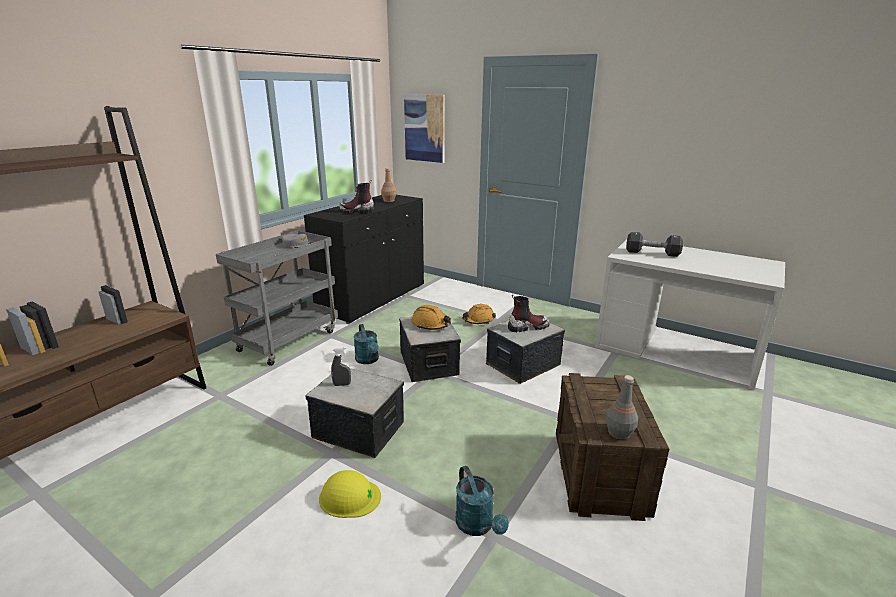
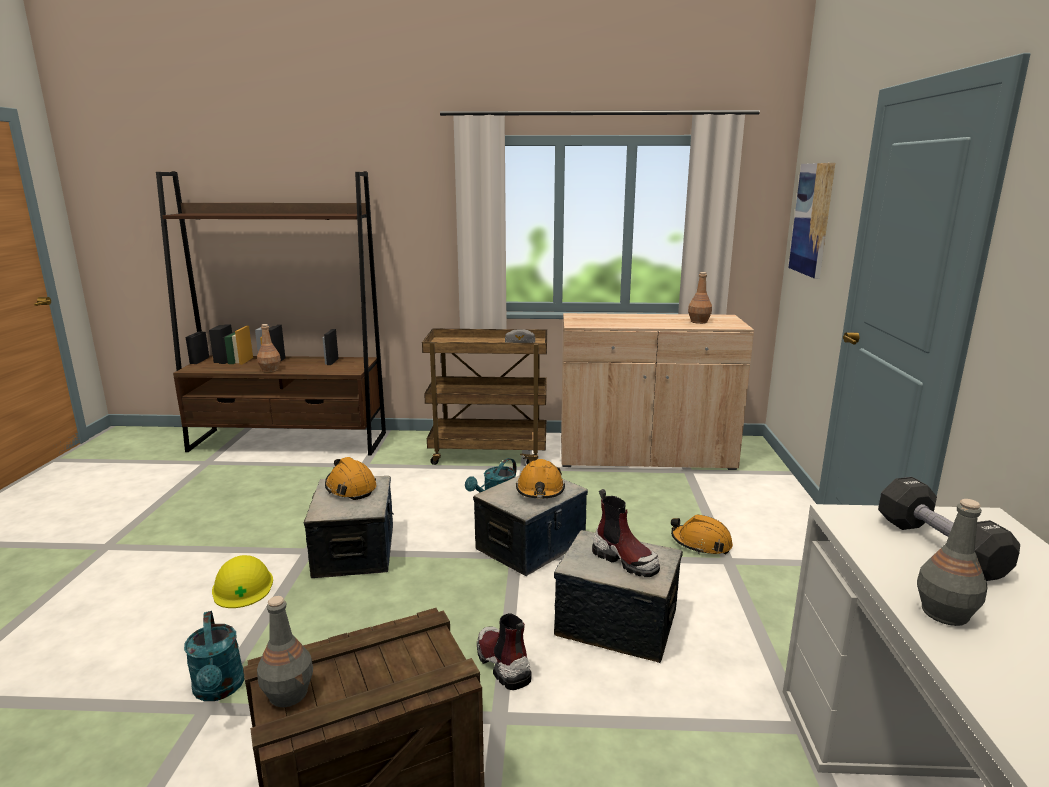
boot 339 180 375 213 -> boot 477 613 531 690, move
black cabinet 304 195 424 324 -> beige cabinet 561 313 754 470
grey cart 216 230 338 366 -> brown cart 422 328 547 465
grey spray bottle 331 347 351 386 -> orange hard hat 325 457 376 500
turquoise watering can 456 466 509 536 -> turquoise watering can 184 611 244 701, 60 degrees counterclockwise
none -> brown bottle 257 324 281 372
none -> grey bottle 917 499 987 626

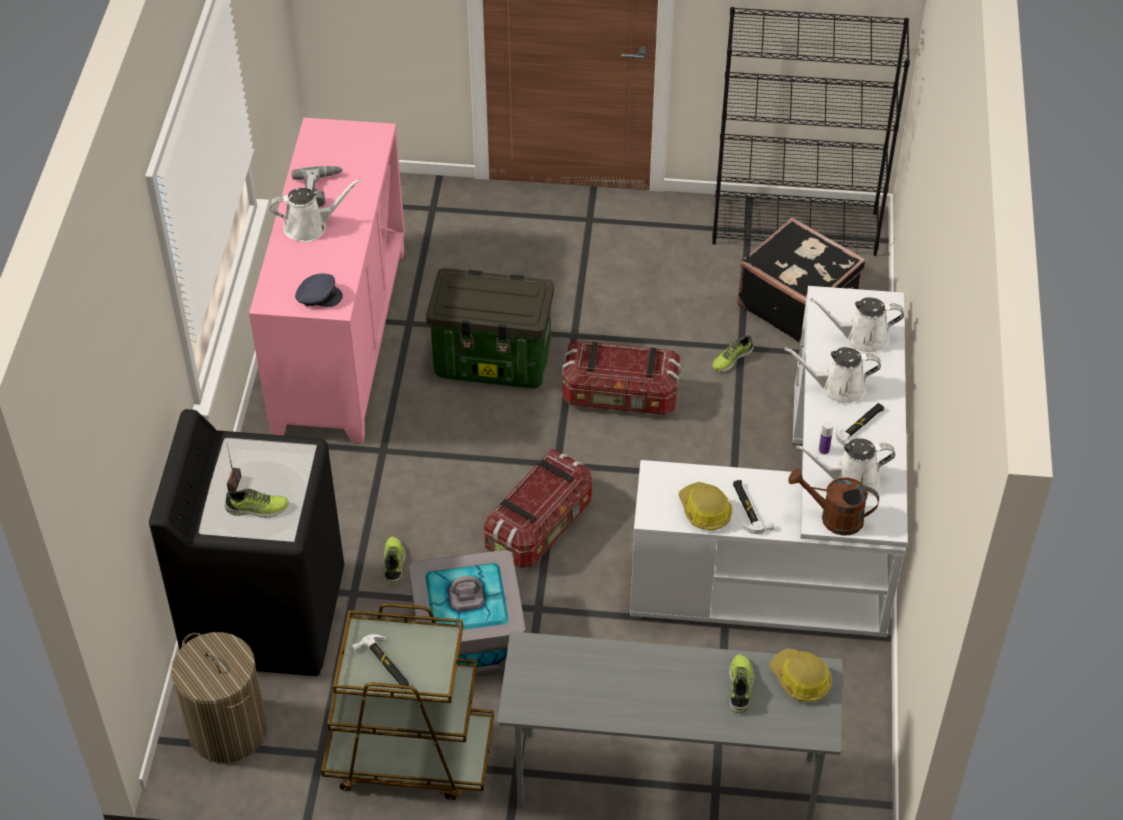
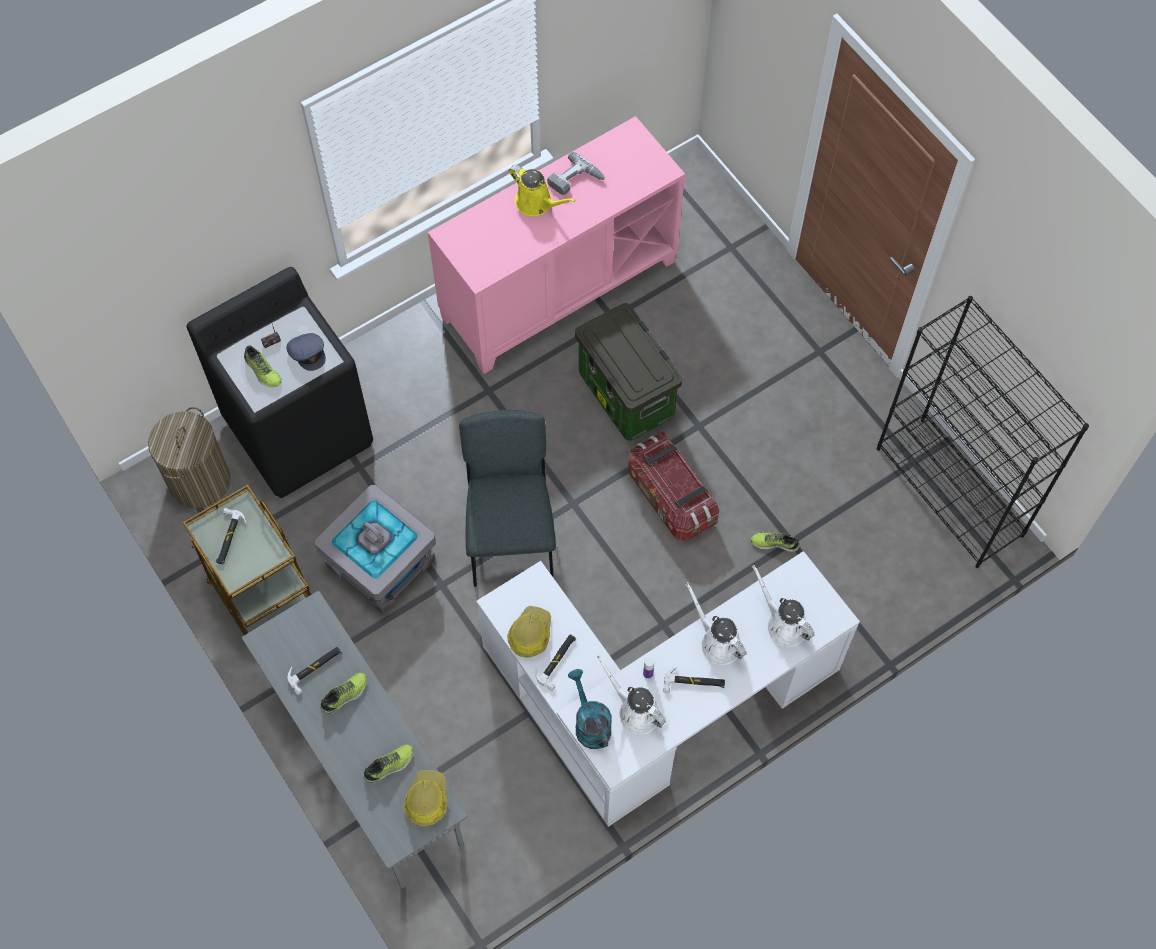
white watering can 269 179 361 242 -> yellow watering can 509 165 576 216
black suitcase 737 217 866 343 -> none
grey cap 295 274 343 307 -> grey cap 286 333 326 371, move
storage box 484 450 592 568 -> grey chair 459 410 556 587
brown watering can 788 468 879 536 -> turquoise watering can 568 669 612 749
shoe 384 537 406 585 -> shoe 320 673 367 715, move
none -> hammer 288 647 342 695

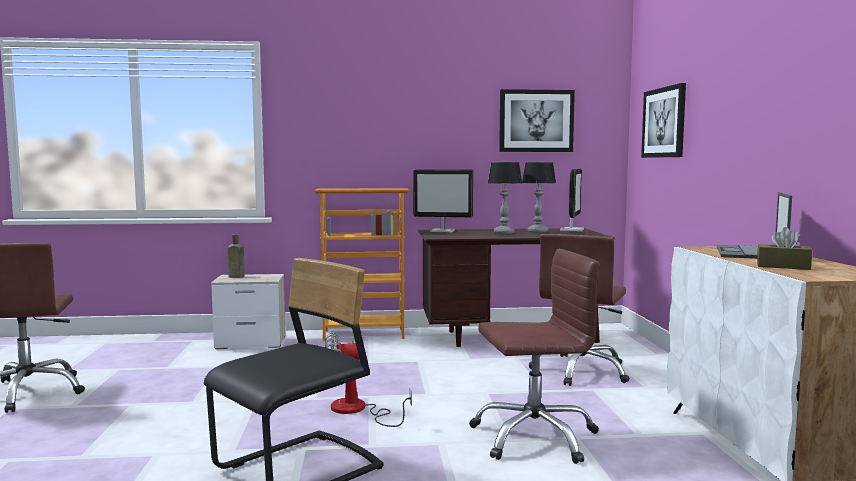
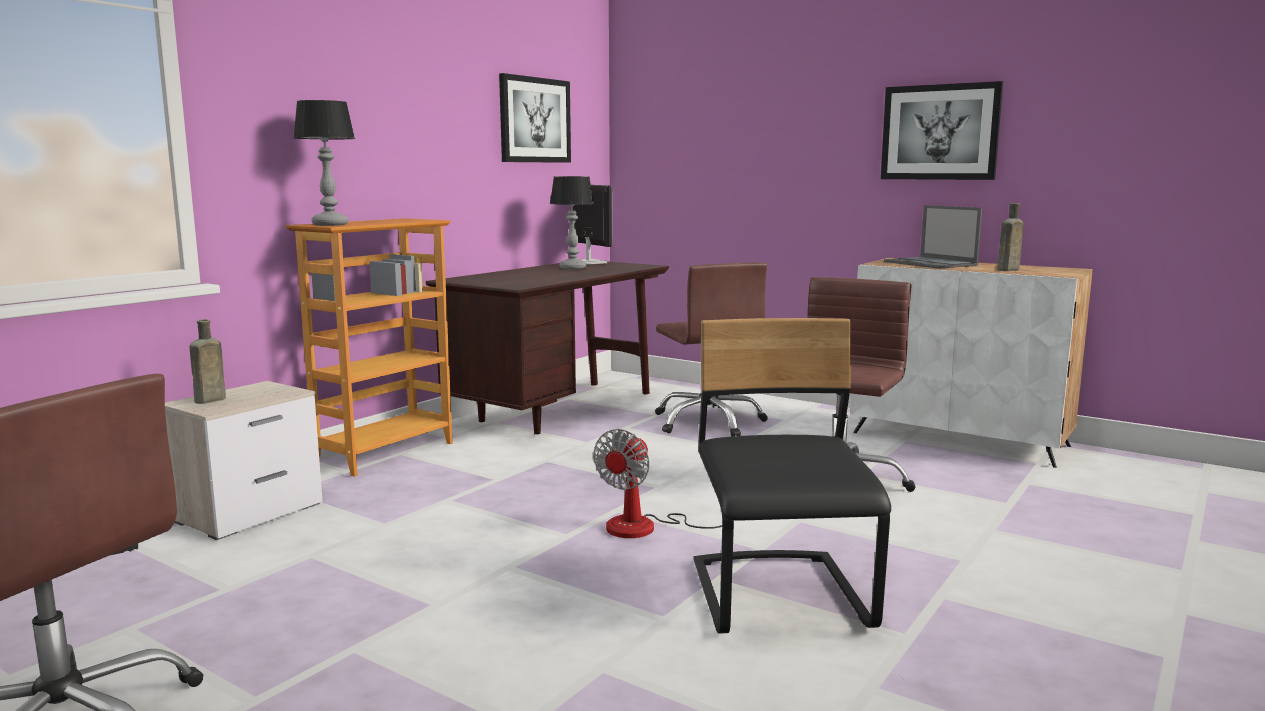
picture 641 83 686 158 -> picture 881 81 1003 180, move
table lamp 488 162 522 234 -> table lamp 293 100 355 226, move
monitor 413 169 474 233 -> none
brown tissue box 757 227 812 270 -> brown bottle 997 203 1024 271

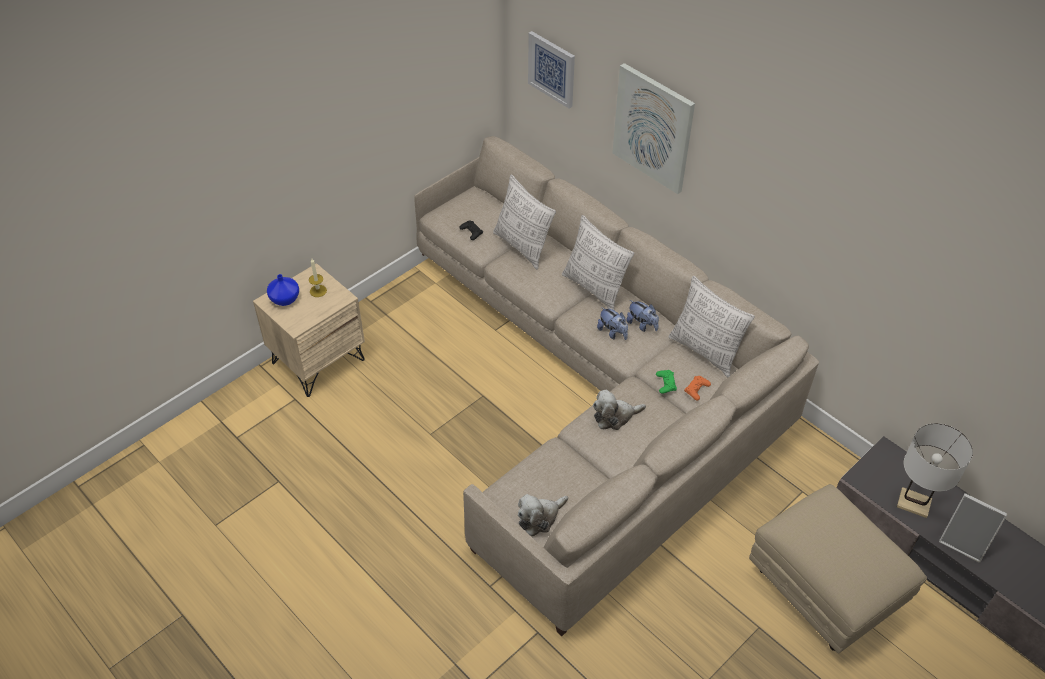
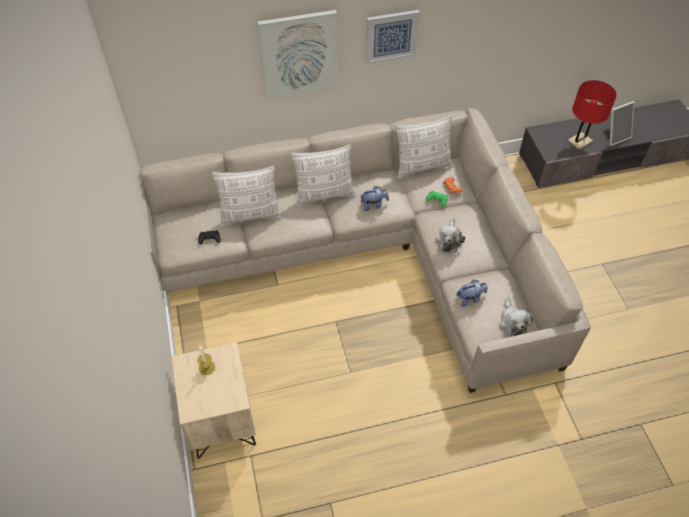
picture 528 31 575 109 -> picture 366 10 420 64, move
blue vase 267 274 299 306 -> none
plush toy 626 300 659 332 -> plush toy 456 280 487 307, move
white table lamp 897 423 973 518 -> red table lamp 568 80 616 150
beige ottoman 749 484 927 654 -> none

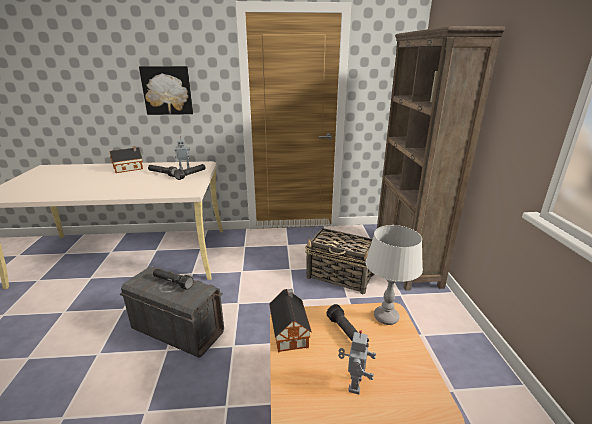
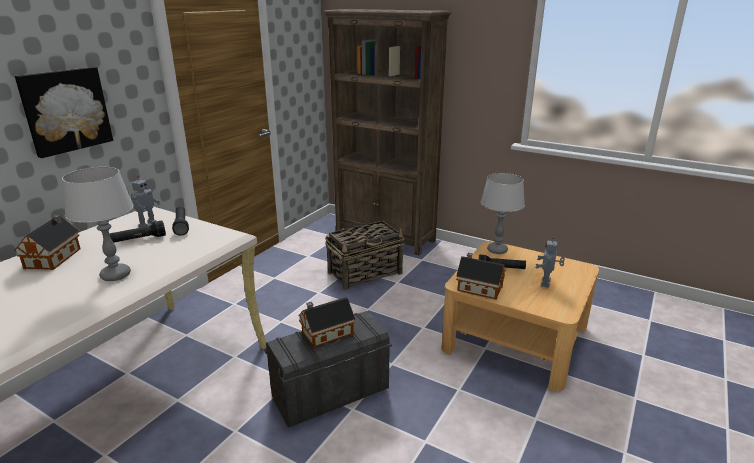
black flashlight 153 269 194 290 -> toy house 298 297 355 348
toy robot 338 330 376 395 -> toy robot 535 237 565 288, 120 degrees counterclockwise
none -> grey table lamp 62 167 133 281

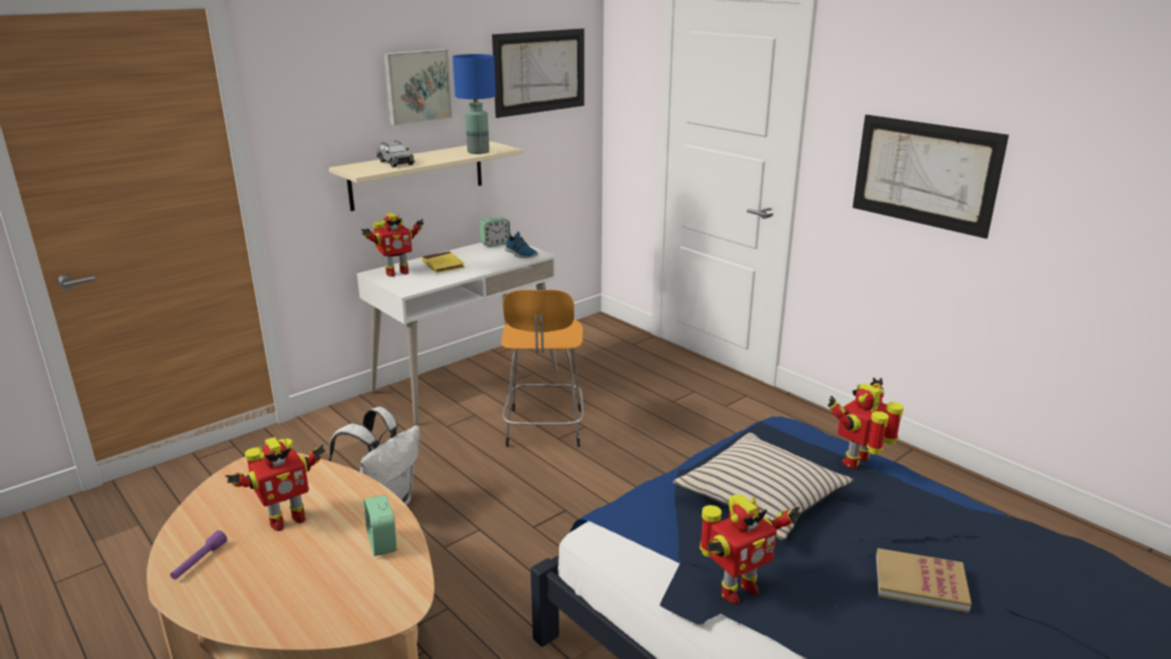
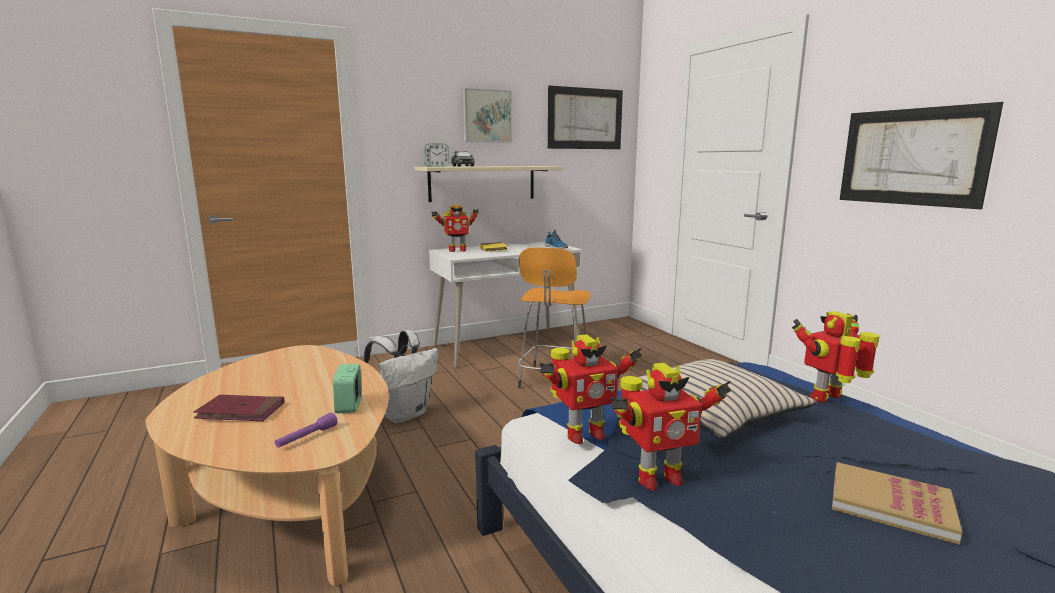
blue table lamp 453 54 496 154 -> none
alarm clock 480 217 510 247 -> alarm clock 424 143 449 167, move
toy robot 225 437 326 531 -> toy robot 539 335 642 444, move
purple flashlight 170 530 227 580 -> purple flashlight 275 412 337 448, move
none -> red book 193 395 284 421

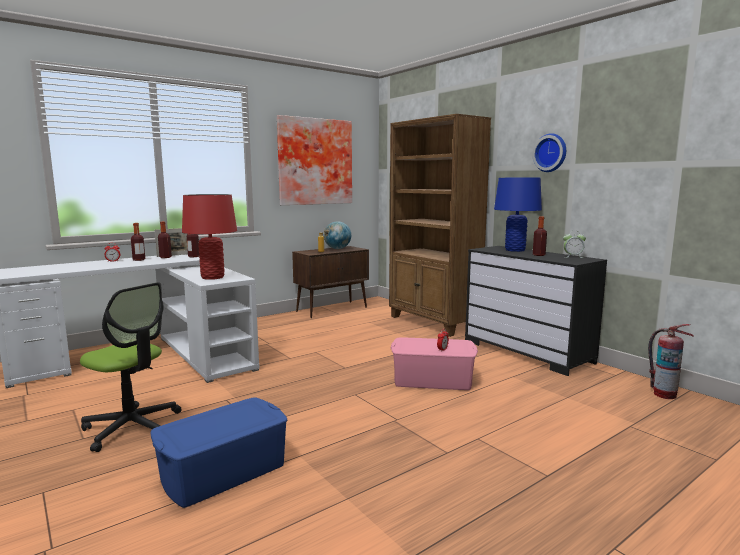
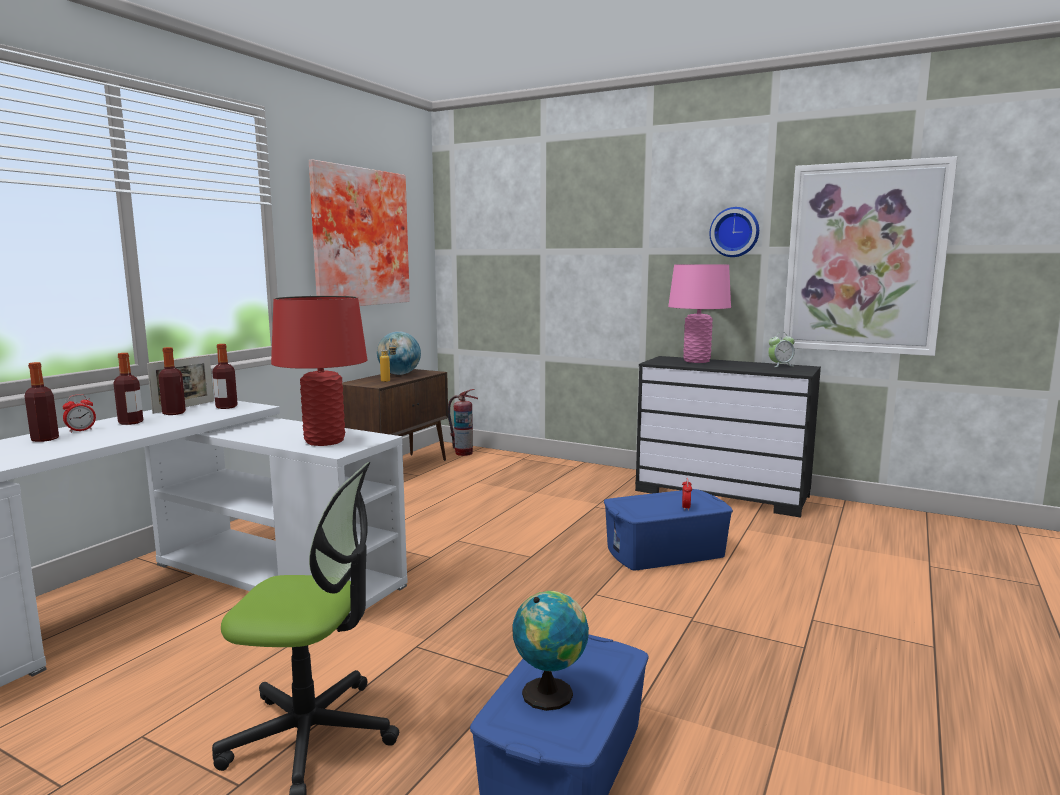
brown bookcase 389 114 491 337 -> none
blue table lamp 494 178 542 252 -> pink table lamp 668 264 731 363
bottle 533 216 547 256 -> bottle 25 362 59 442, move
fire extinguisher 648 324 694 399 -> fire extinguisher 448 389 478 456, move
pink storage box 391 337 478 390 -> blue storage box 604 489 733 570
none -> picture 783 156 958 356
none -> globe 513 591 589 711

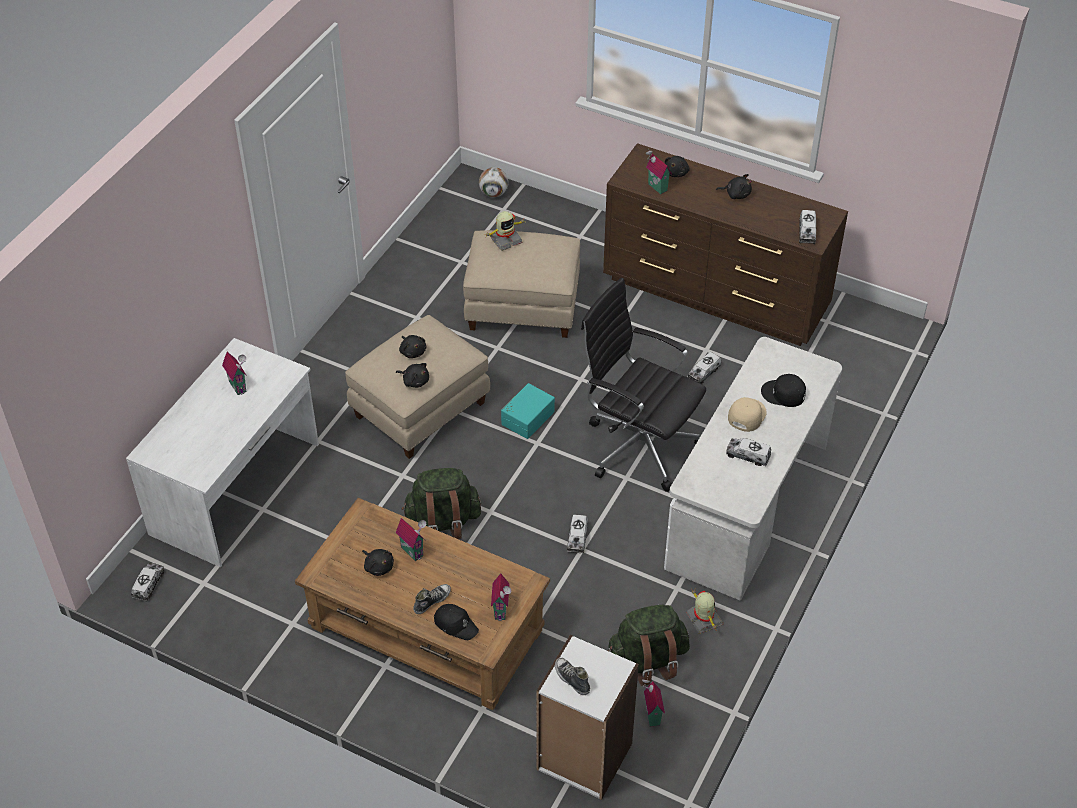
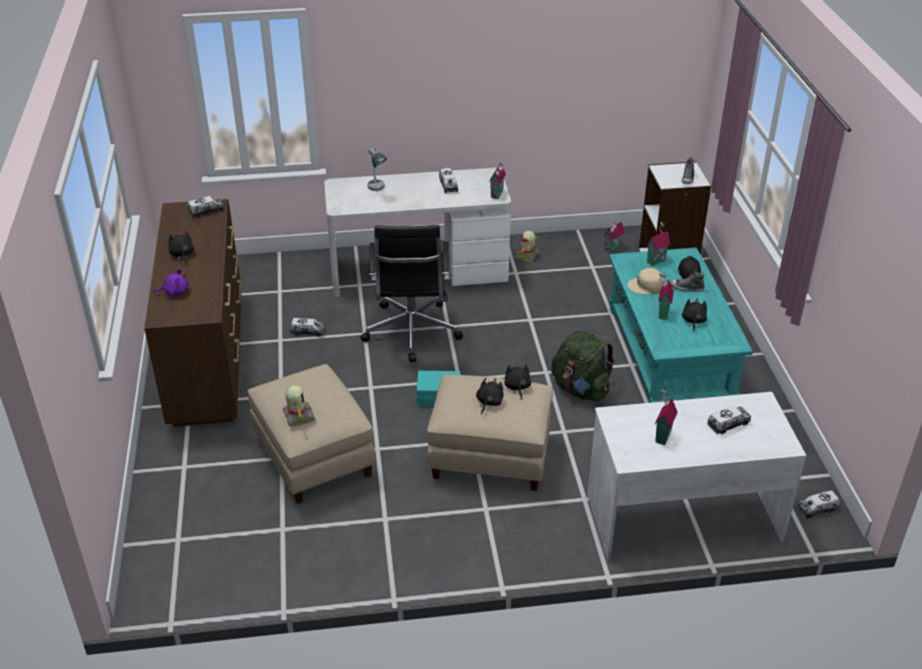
toy house 645 151 672 194 -> toy house 489 162 506 199, move
black plush toy 665 156 690 177 -> purple plush toy 153 269 189 297
football 479 167 509 197 -> none
toy robot 486 211 525 251 -> toy robot 283 385 315 427, 45 degrees clockwise
black cap 761 374 806 407 -> table lamp 368 148 387 191
beige cap 728 397 767 432 -> beige cap 627 268 665 294, move
brown coffee table 295 498 550 710 -> turquoise coffee table 609 248 753 403
toy truck 567 514 588 553 -> toy truck 707 406 751 434, move
green backpack 607 605 690 686 -> none

